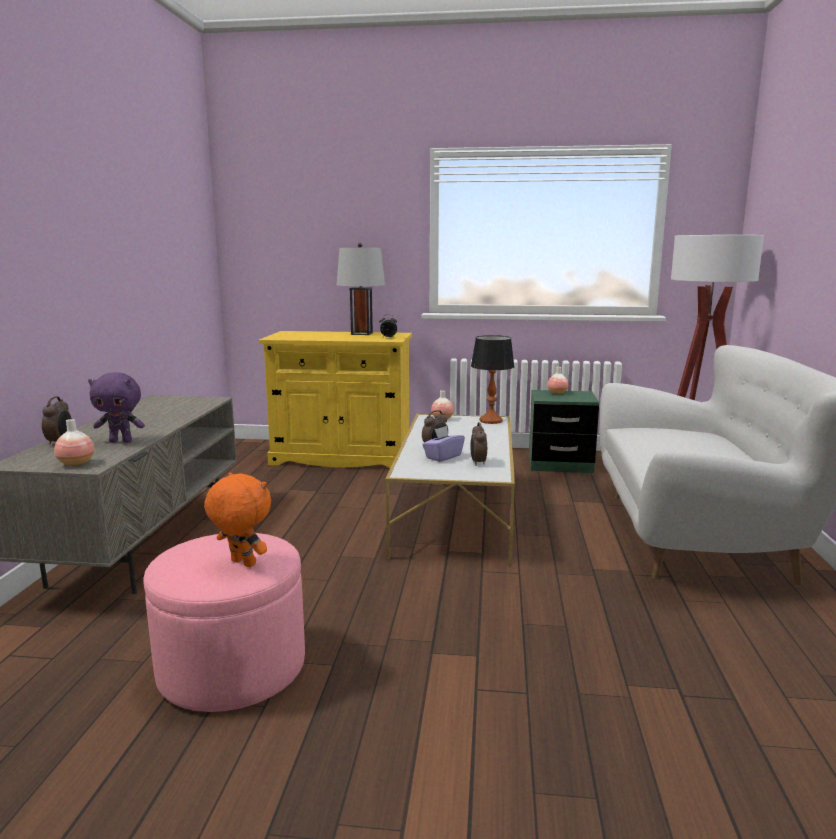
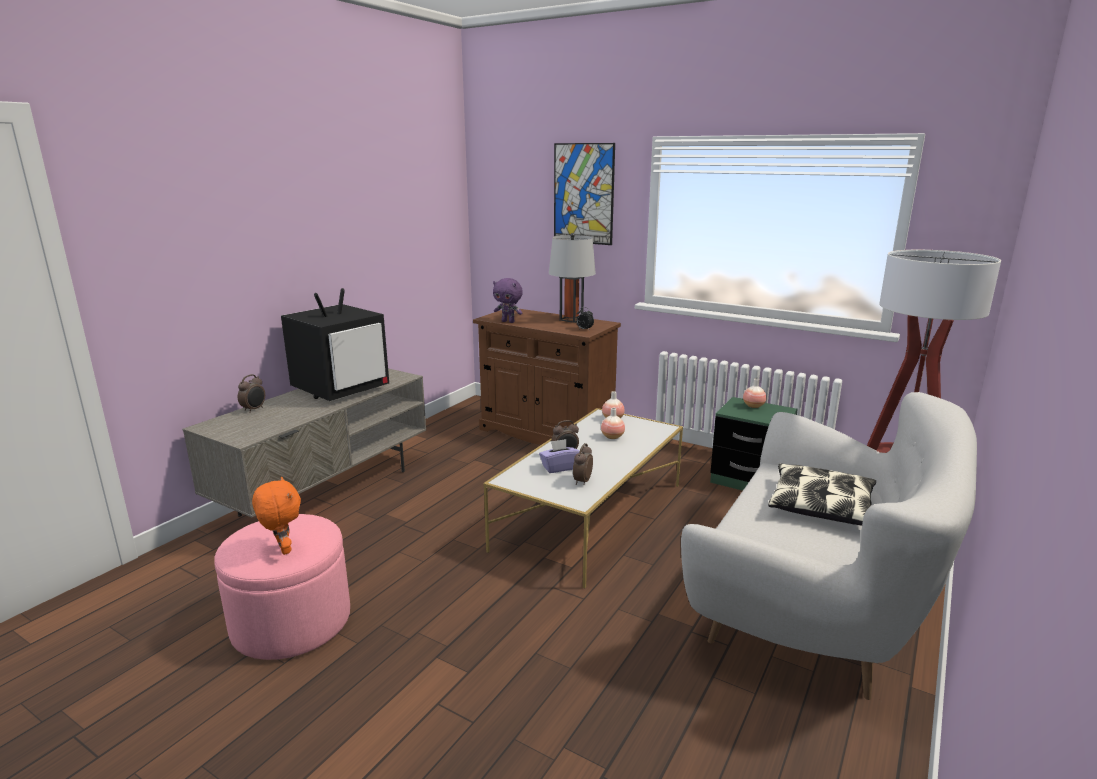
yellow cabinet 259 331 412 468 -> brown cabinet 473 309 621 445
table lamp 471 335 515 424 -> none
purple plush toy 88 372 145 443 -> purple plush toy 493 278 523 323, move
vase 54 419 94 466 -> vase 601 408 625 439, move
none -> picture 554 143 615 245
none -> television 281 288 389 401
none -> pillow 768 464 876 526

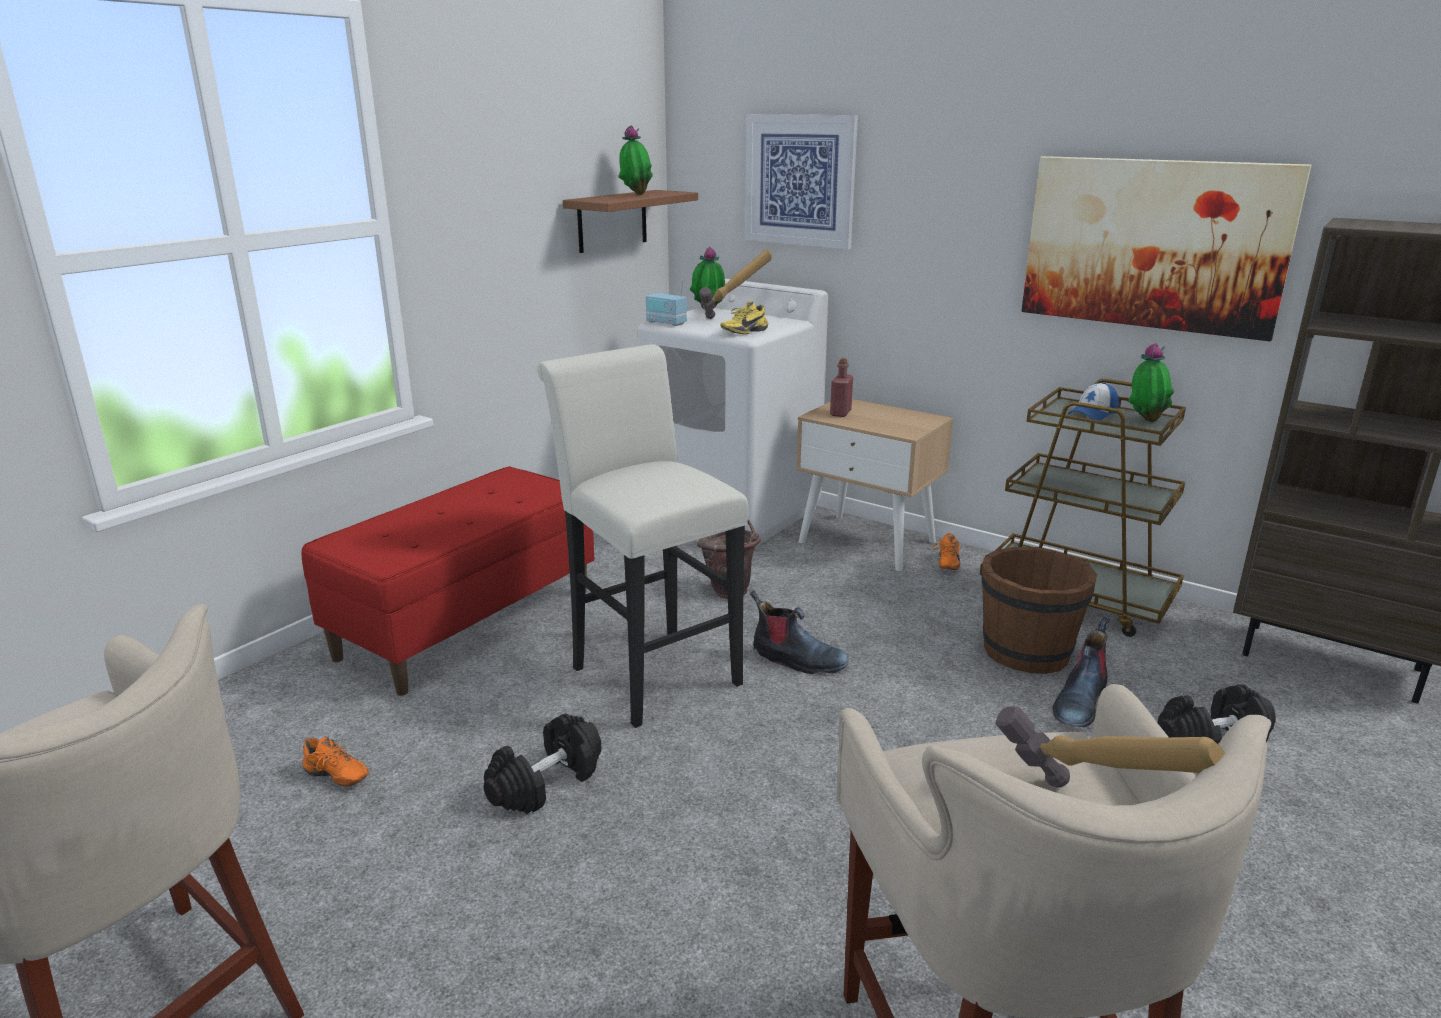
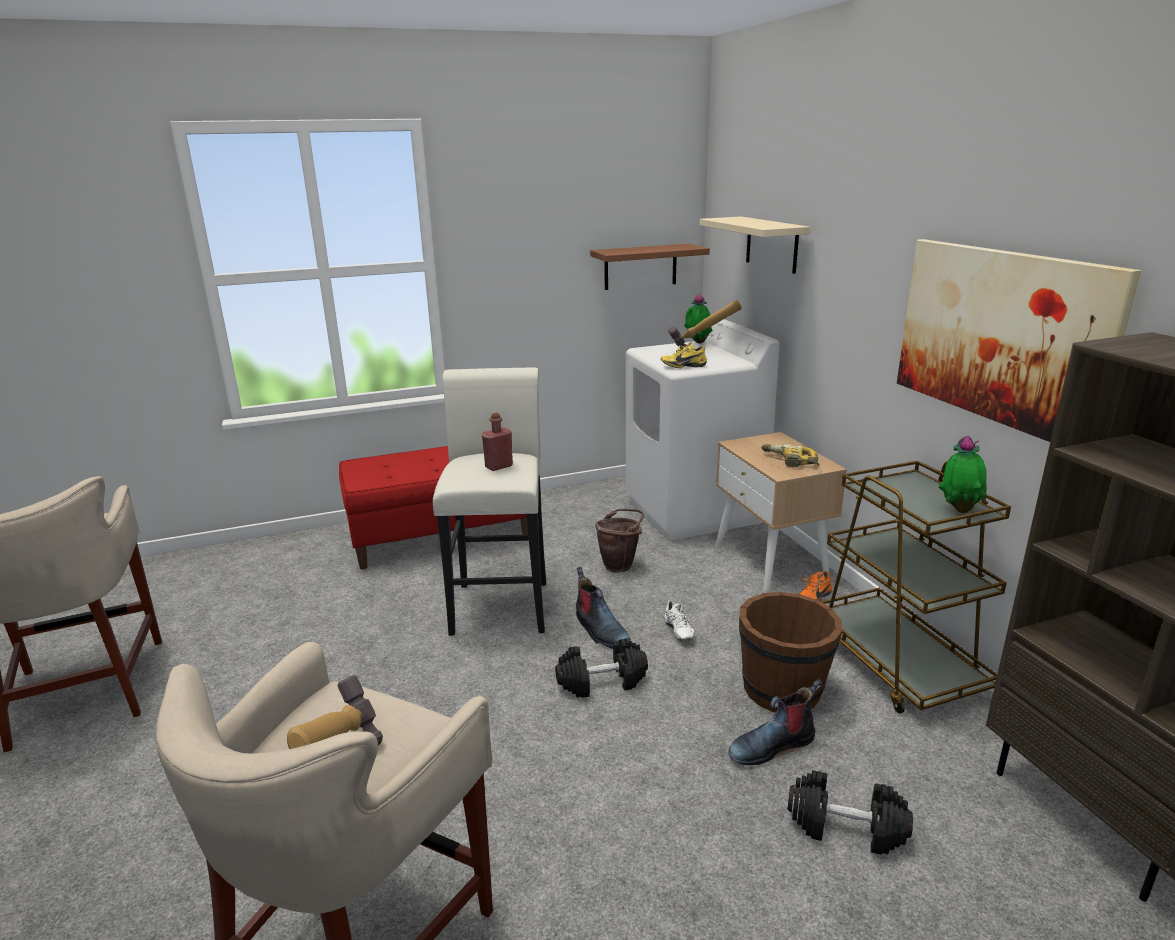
picture 745 114 858 249 -> beige shelf 700 216 810 274
potted plant 618 125 653 195 -> none
radio 646 279 687 326 -> none
red bottle 830 358 853 417 -> red bottle 482 413 513 471, move
cap 1068 382 1119 421 -> none
black dumbbell 484 714 601 814 -> black dumbbell 555 638 648 698, move
orange shoe 302 736 369 787 -> none
none -> power drill 761 444 819 467
none -> white shoe 665 600 694 641

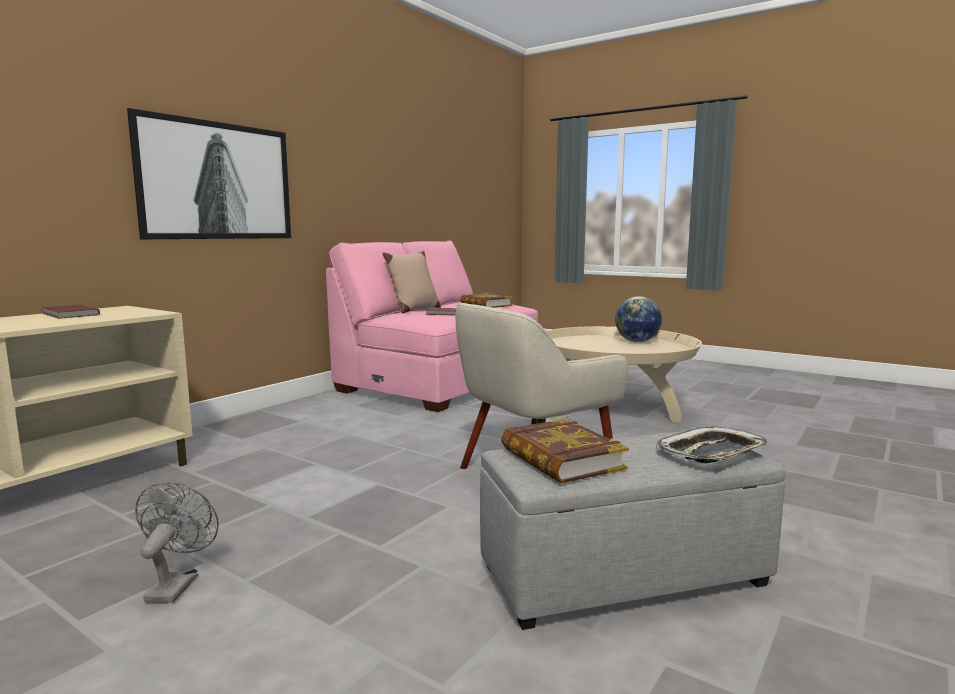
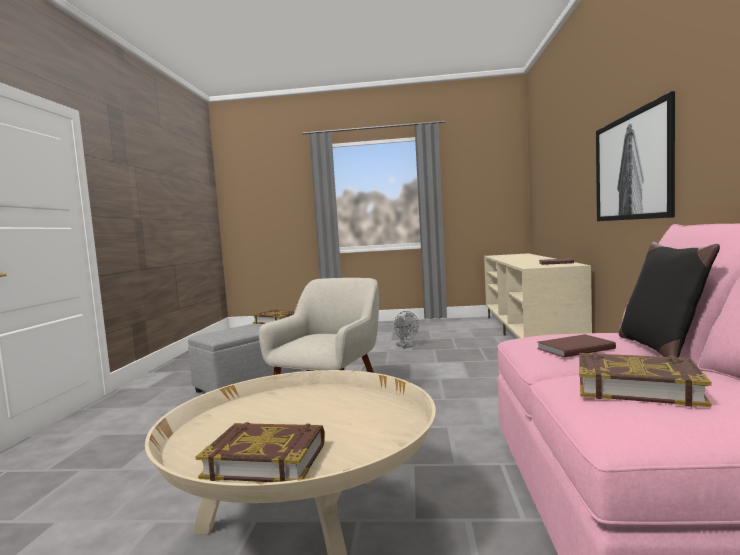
beige pillow 383 250 441 313 -> black pillow 619 242 720 357
globe 615 296 662 342 -> book 196 422 325 482
tray 656 426 768 463 -> none

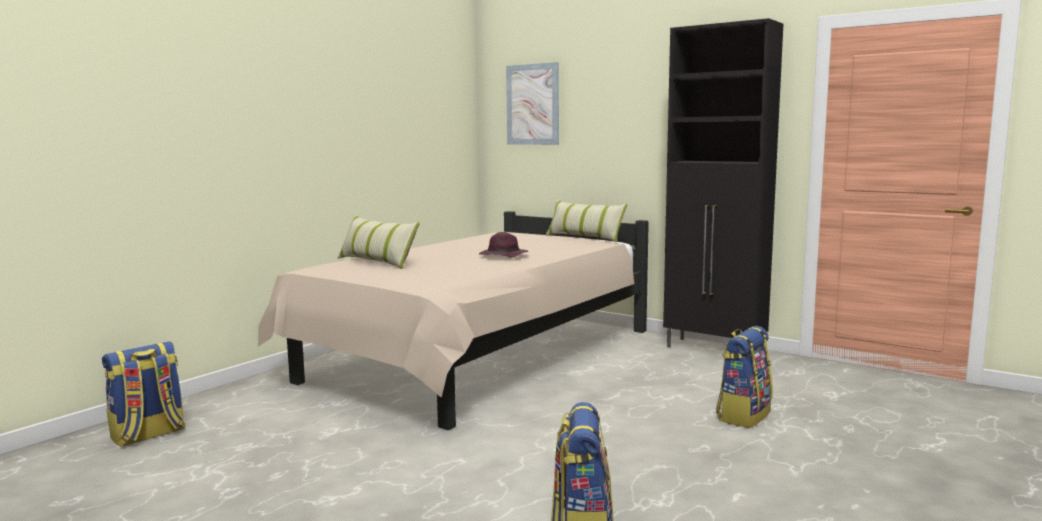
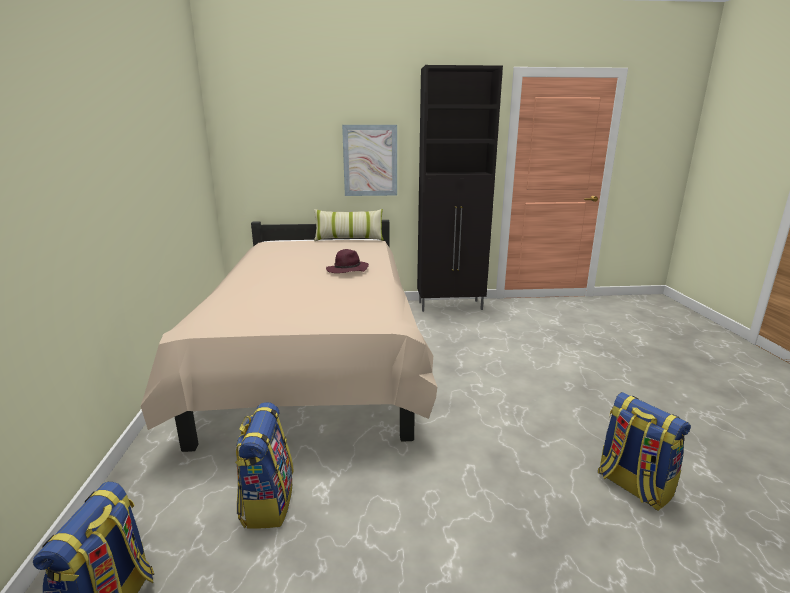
picture 506 62 559 145 -> picture 342 125 397 196, move
pillow 338 215 420 269 -> none
backpack 716 326 773 428 -> backpack 235 402 294 529, move

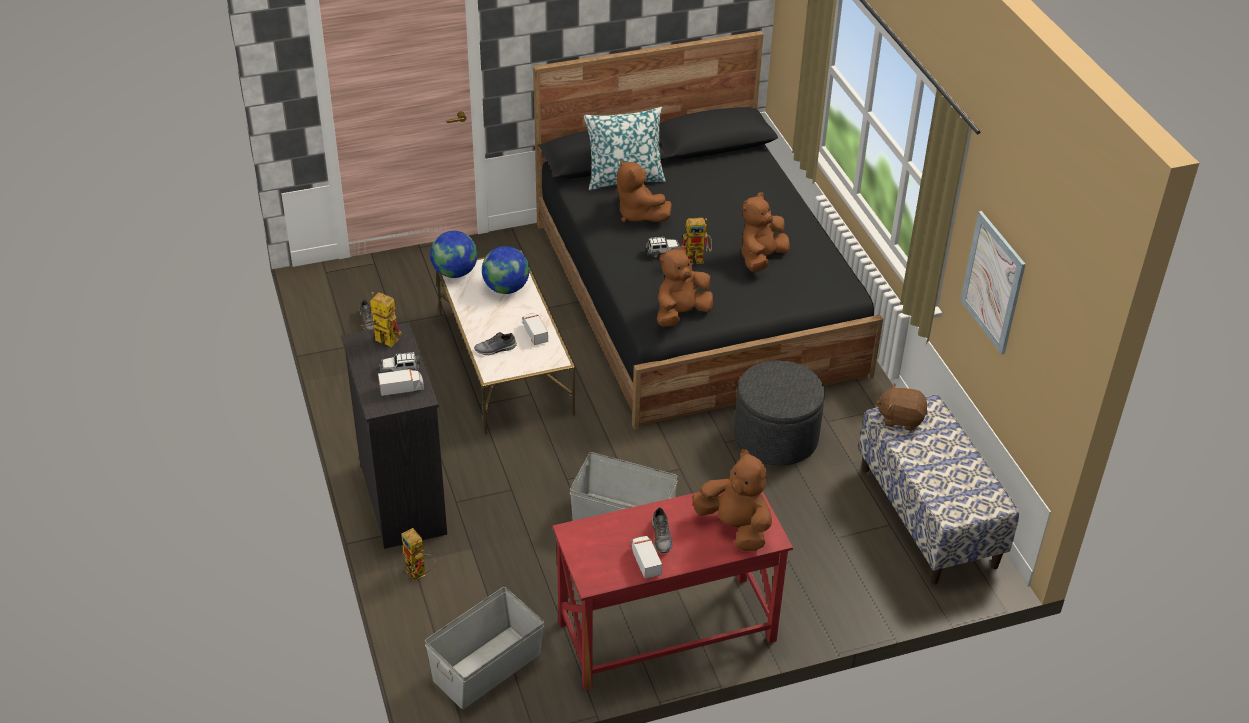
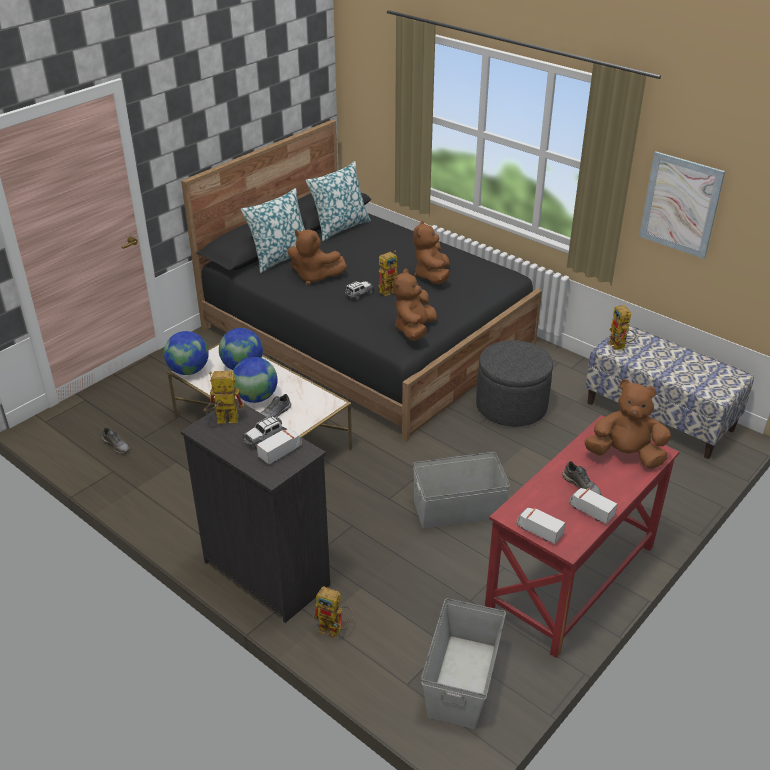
toy truck 522 313 548 345 -> toy truck 516 508 565 544, move
brown plush toy 876 383 928 431 -> toy robot 608 305 636 350
none -> pillow 306 161 371 241
none -> globe 233 357 278 403

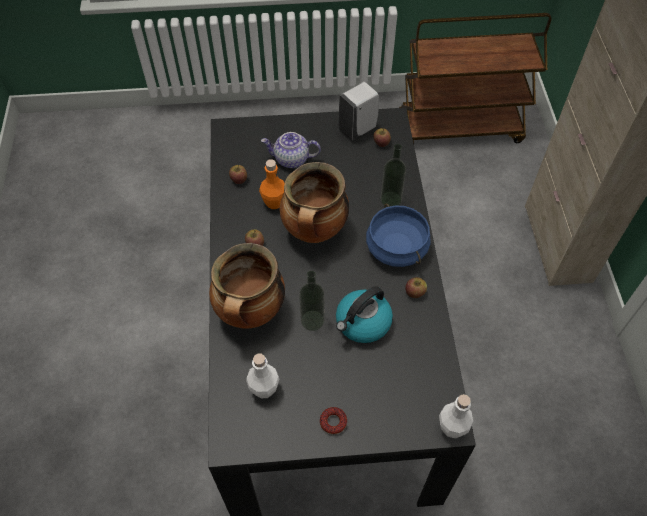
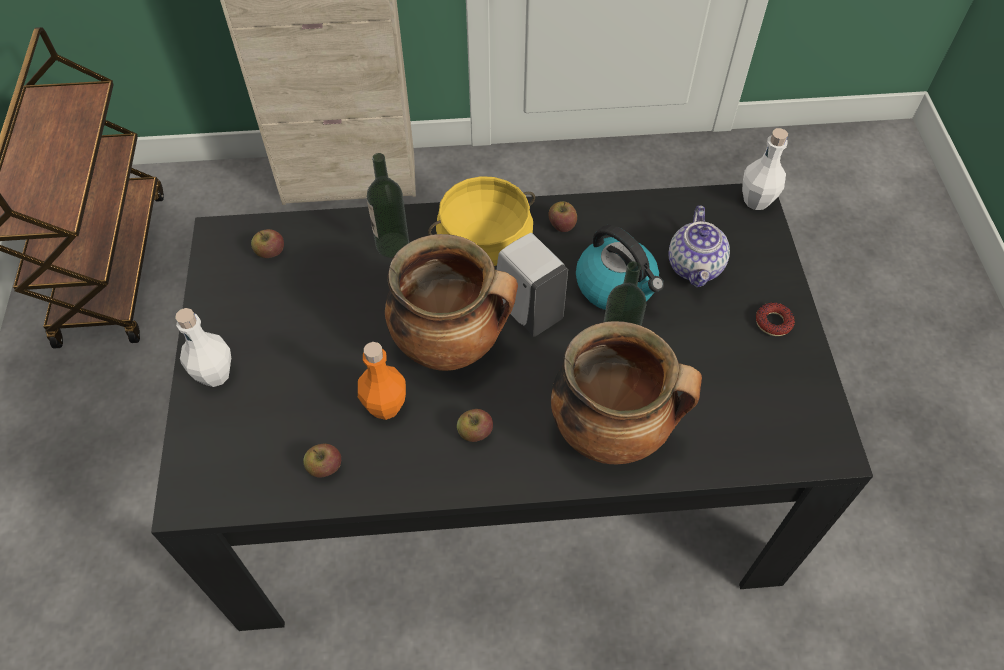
white soap dispenser 339 82 379 141 -> white soap dispenser 497 233 568 337, move
teapot 261 132 321 168 -> teapot 668 205 730 288, move
blue cooking pot 366 204 431 267 -> yellow cooking pot 428 176 535 266
white bottle 246 353 279 398 -> white bottle 175 308 231 387, move

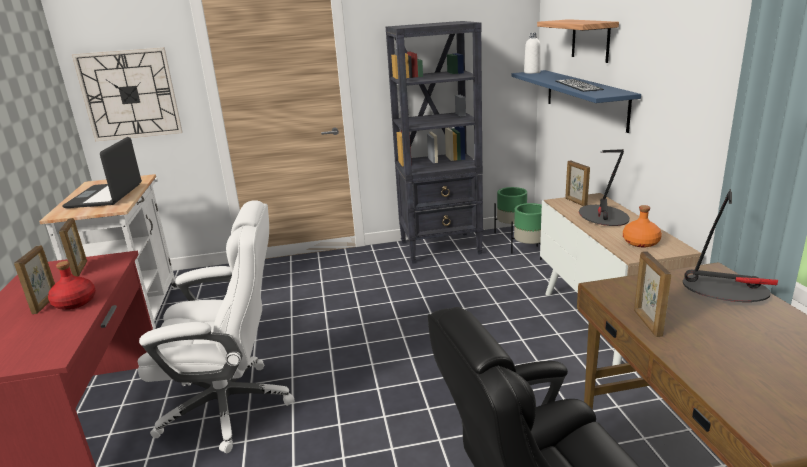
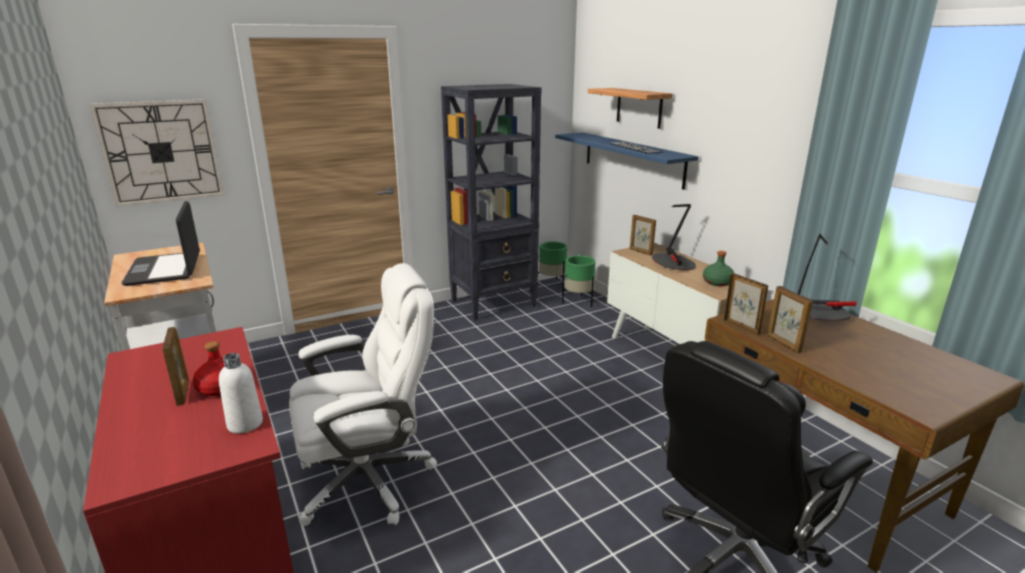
white bottle 524 33 541 74 -> white bottle 219 353 263 434, move
orange bottle 623 205 662 247 -> green bottle 703 251 734 286
picture frame 59 218 87 277 -> picture frame 724 273 768 335, move

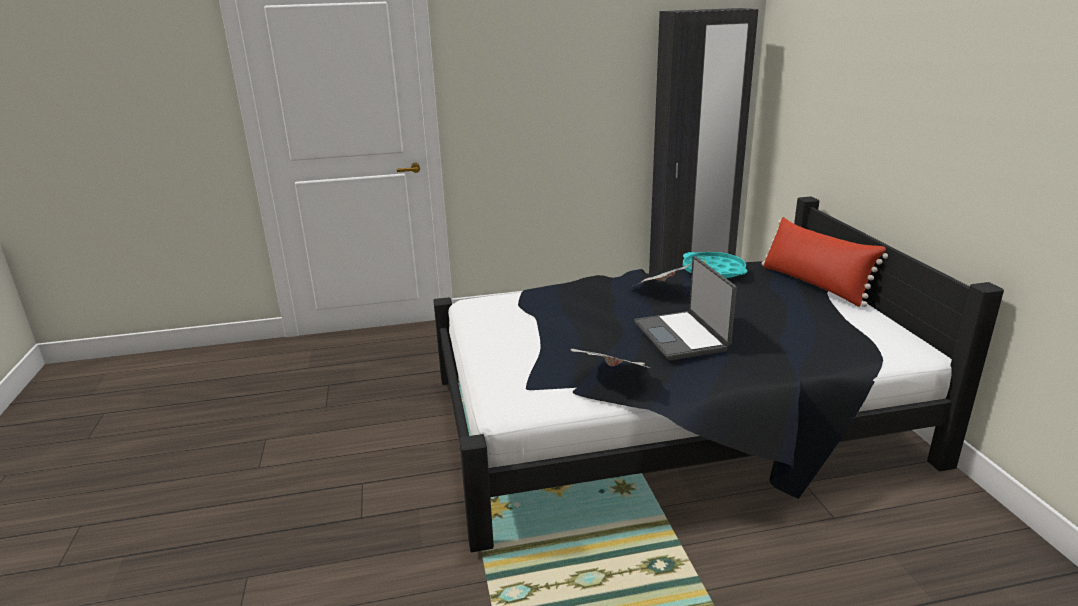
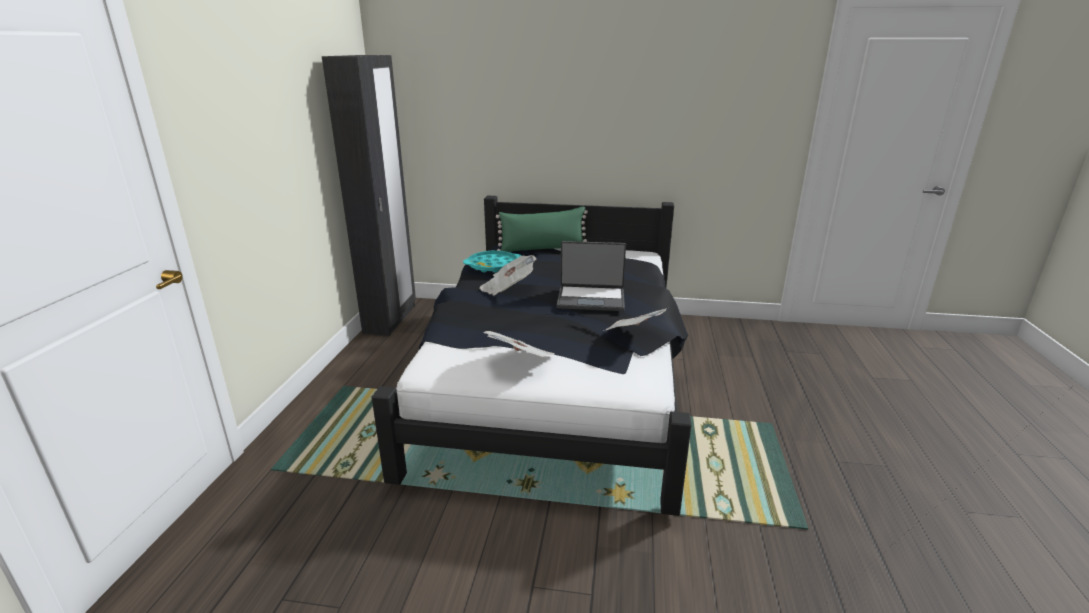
red pillow 762 217 888 307 -> green pillow 496 207 588 252
none -> newspaper 483 331 555 358

